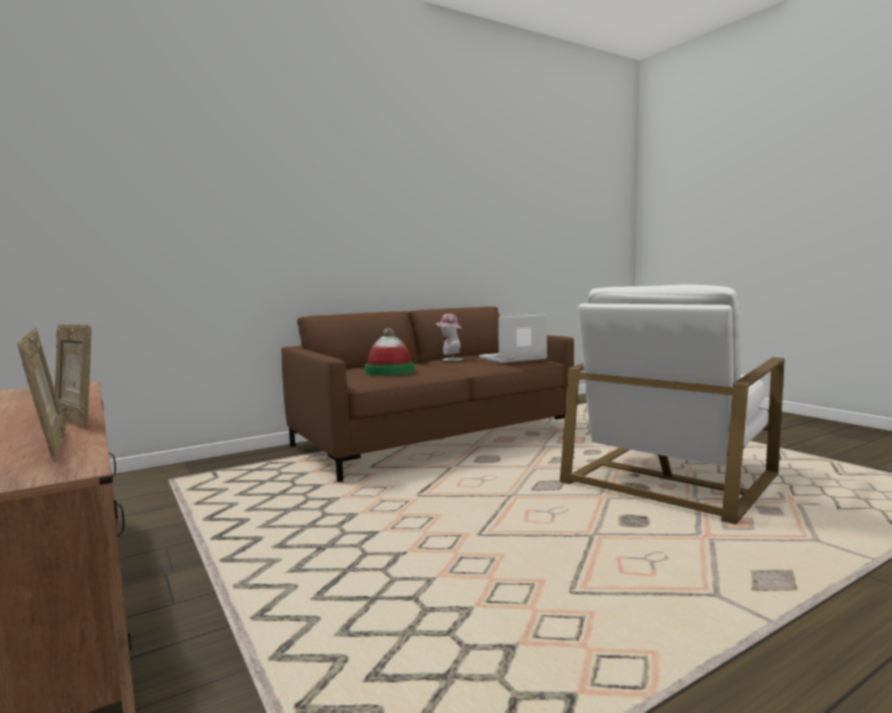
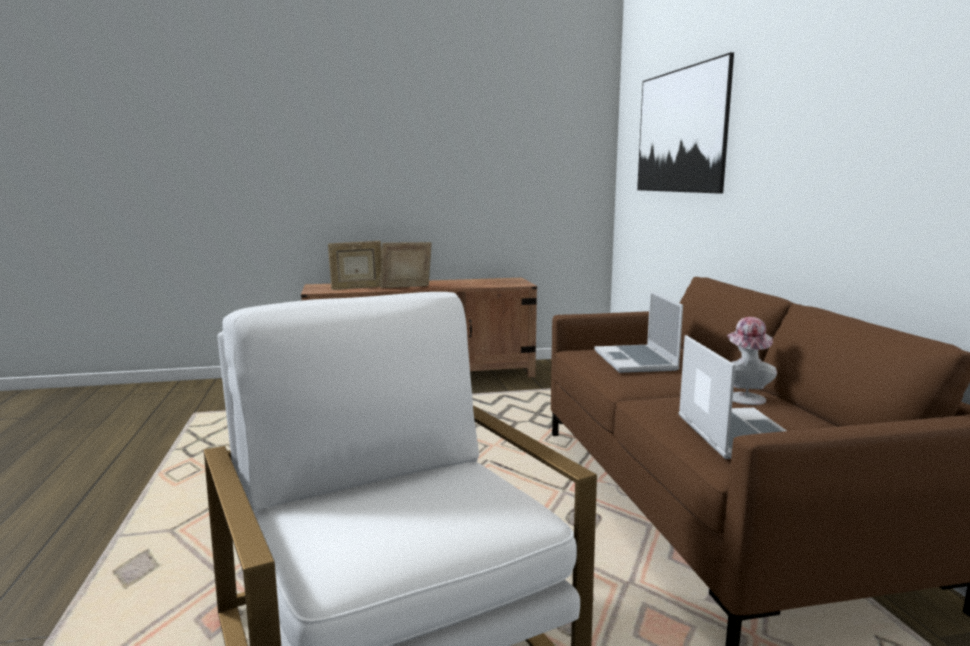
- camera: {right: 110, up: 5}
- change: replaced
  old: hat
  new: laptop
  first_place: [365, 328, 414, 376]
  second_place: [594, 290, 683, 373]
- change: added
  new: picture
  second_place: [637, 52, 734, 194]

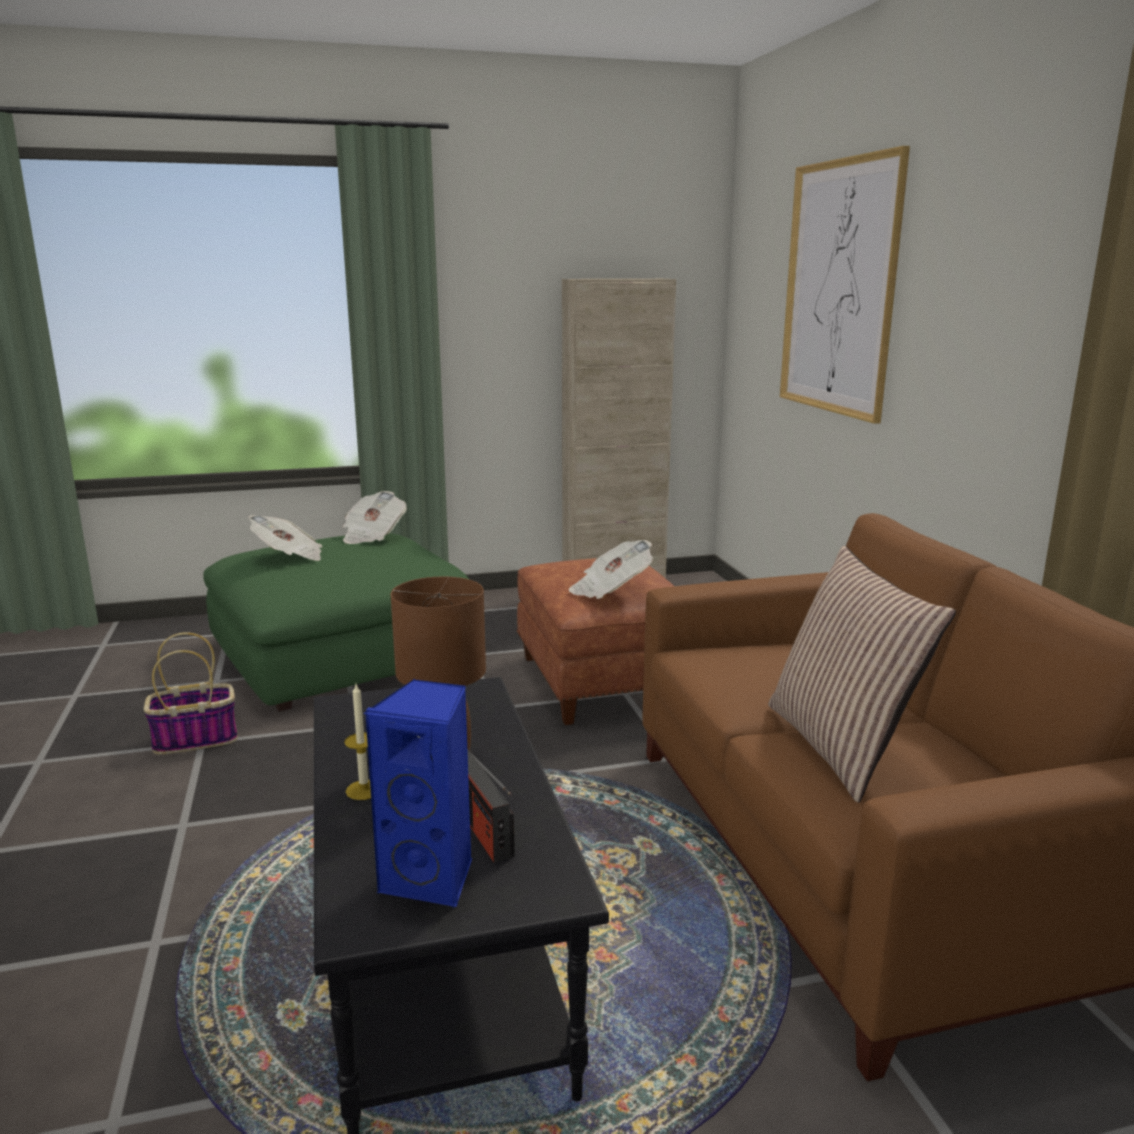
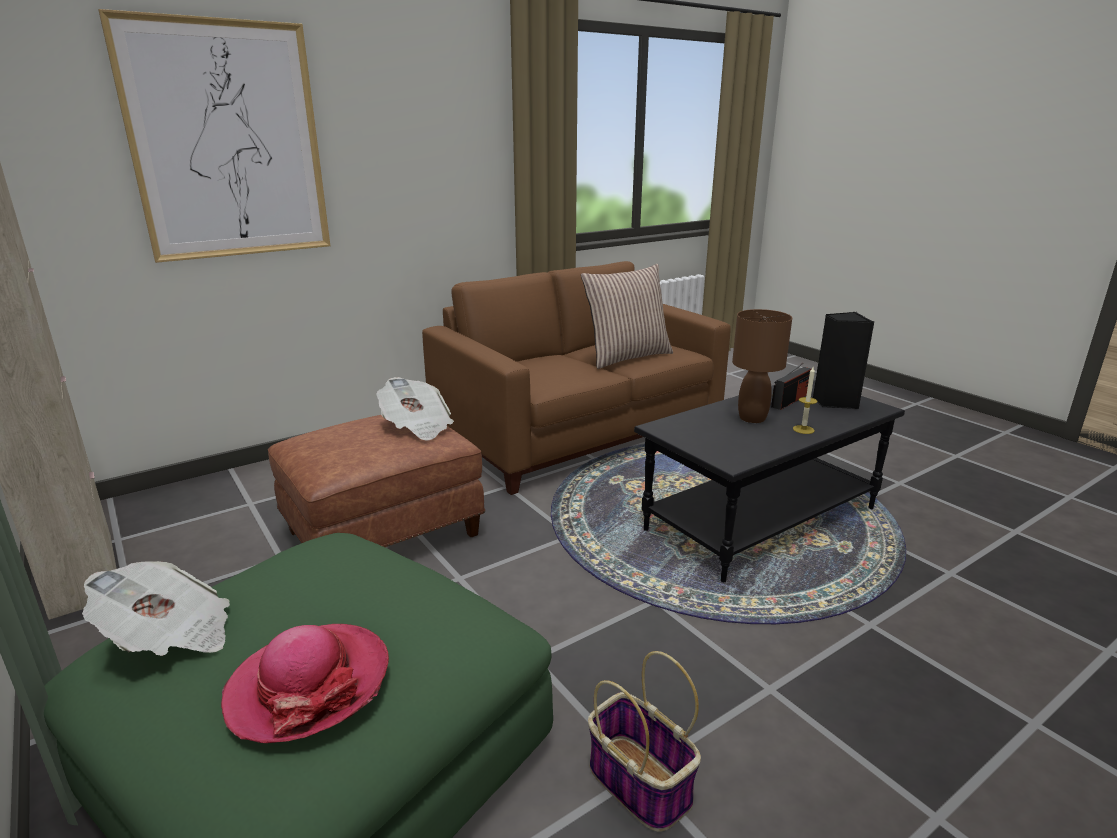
- camera: {right: -110, up: 5}
- change: replaced
  old: newspaper
  new: hat
  first_place: [249, 515, 322, 561]
  second_place: [221, 624, 389, 743]
- change: recoloured
  old: speaker in blue
  new: speaker in black
  first_place: [363, 679, 472, 909]
  second_place: [813, 312, 874, 409]

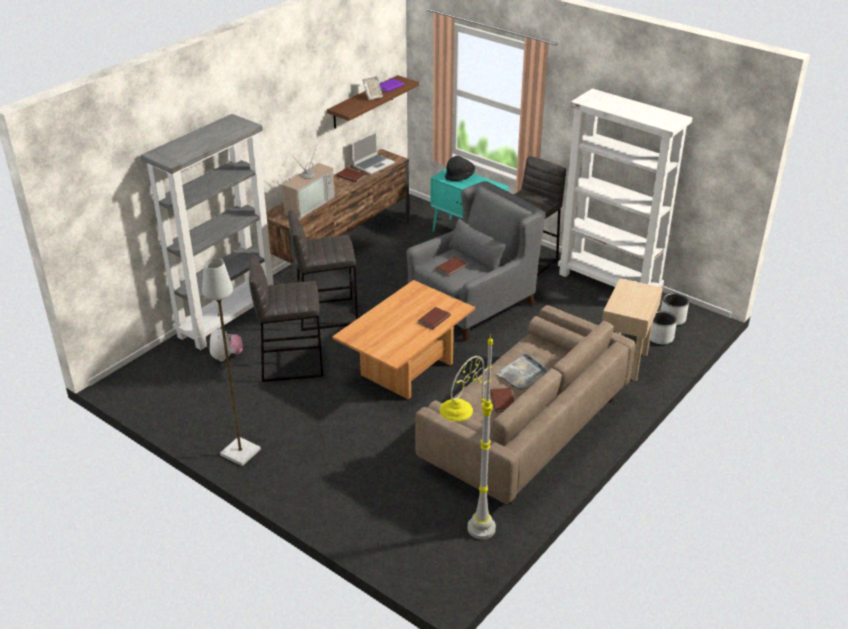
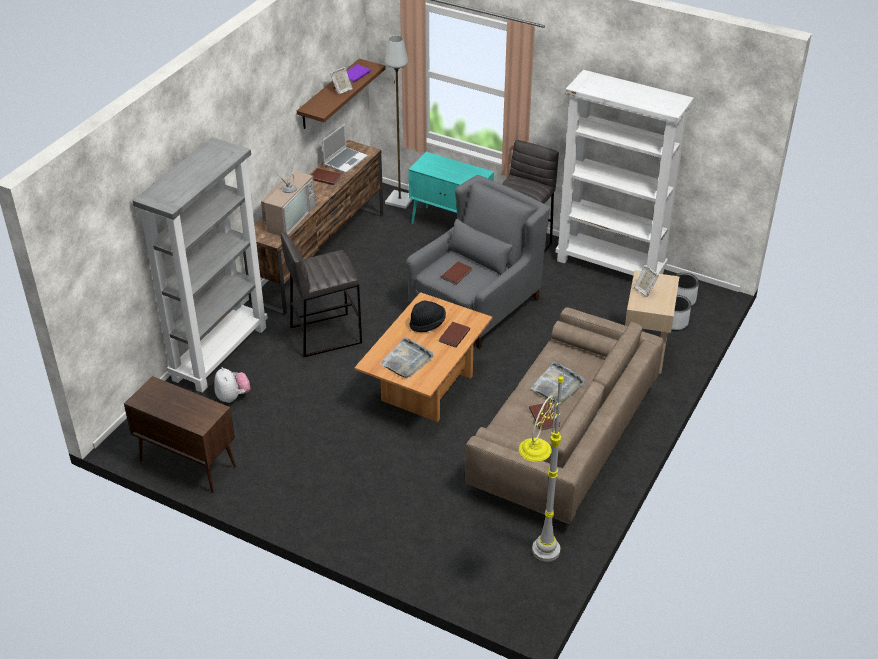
- camera: {right: -10, up: 5}
- change: moved
  old: hat in black
  first_place: [445, 156, 475, 181]
  second_place: [410, 301, 446, 332]
- change: removed
  old: stool in grey
  first_place: [249, 254, 323, 382]
- change: moved
  old: floor lamp in grey
  first_place: [202, 258, 261, 466]
  second_place: [385, 35, 413, 209]
- change: added
  new: picture frame
  second_place: [634, 265, 659, 297]
- change: added
  new: tray in grey
  second_place: [380, 337, 434, 378]
- change: added
  new: cabinet in brown
  second_place: [124, 376, 236, 493]

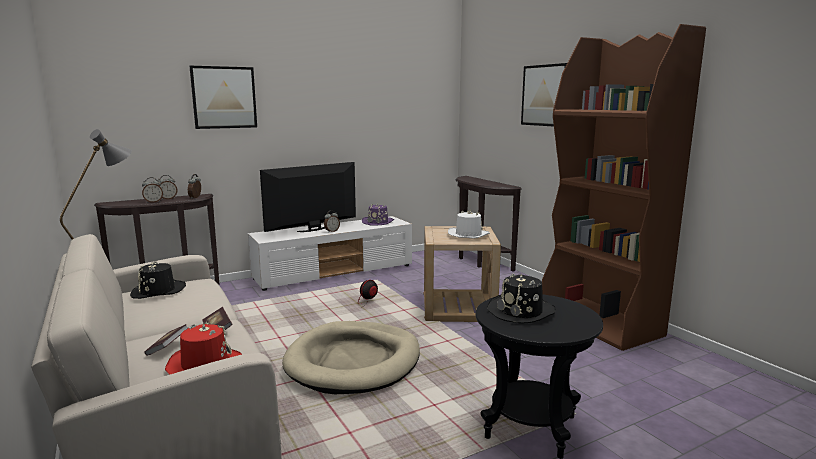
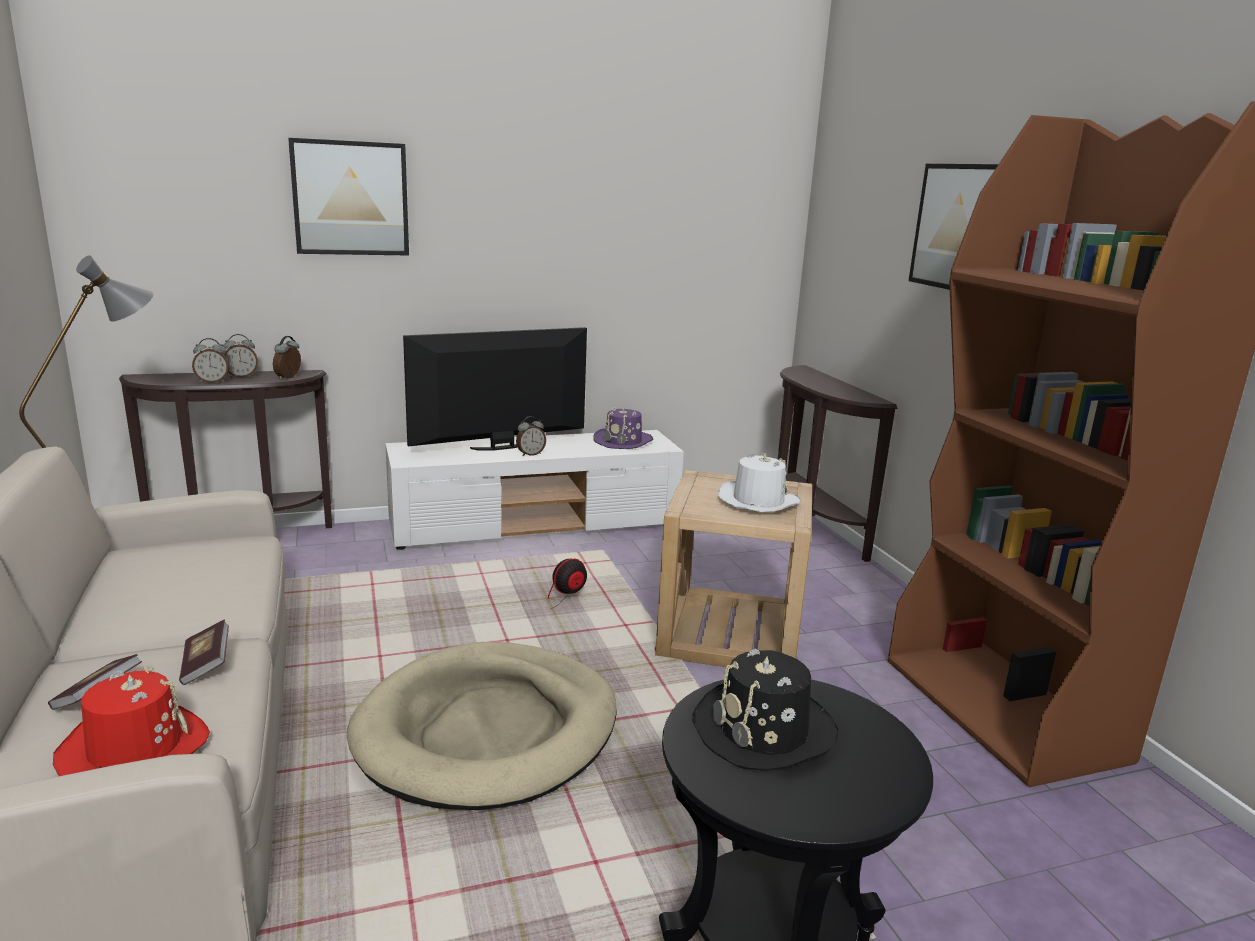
- camera: {right: 10, up: 5}
- change: removed
  old: hat in black
  first_place: [130, 262, 186, 299]

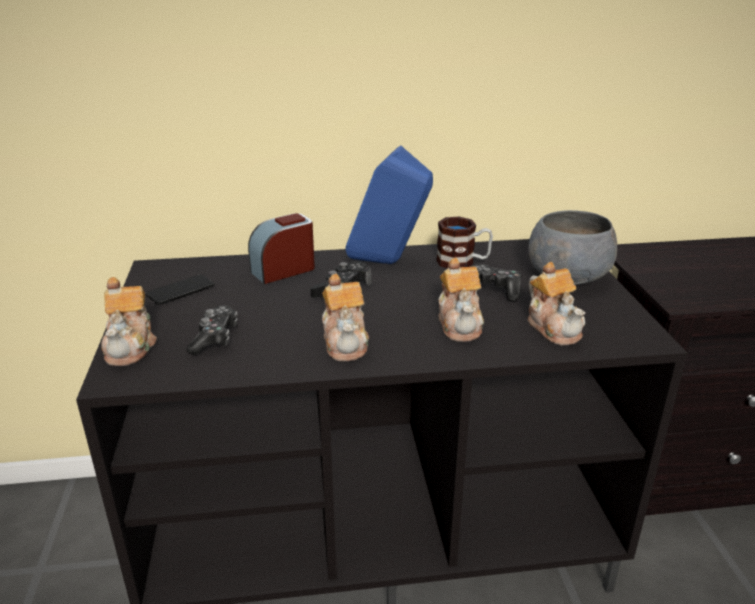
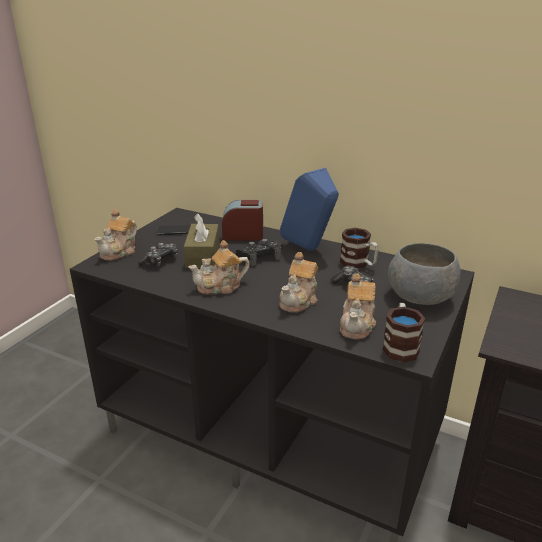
- camera: {right: 35, up: 0}
- change: turned
  old: teapot
  first_place: [322, 274, 369, 361]
  second_place: [188, 240, 250, 295]
  degrees: 45
- change: added
  new: tissue box in brown
  second_place: [184, 213, 219, 268]
- change: added
  new: mug
  second_place: [382, 303, 425, 362]

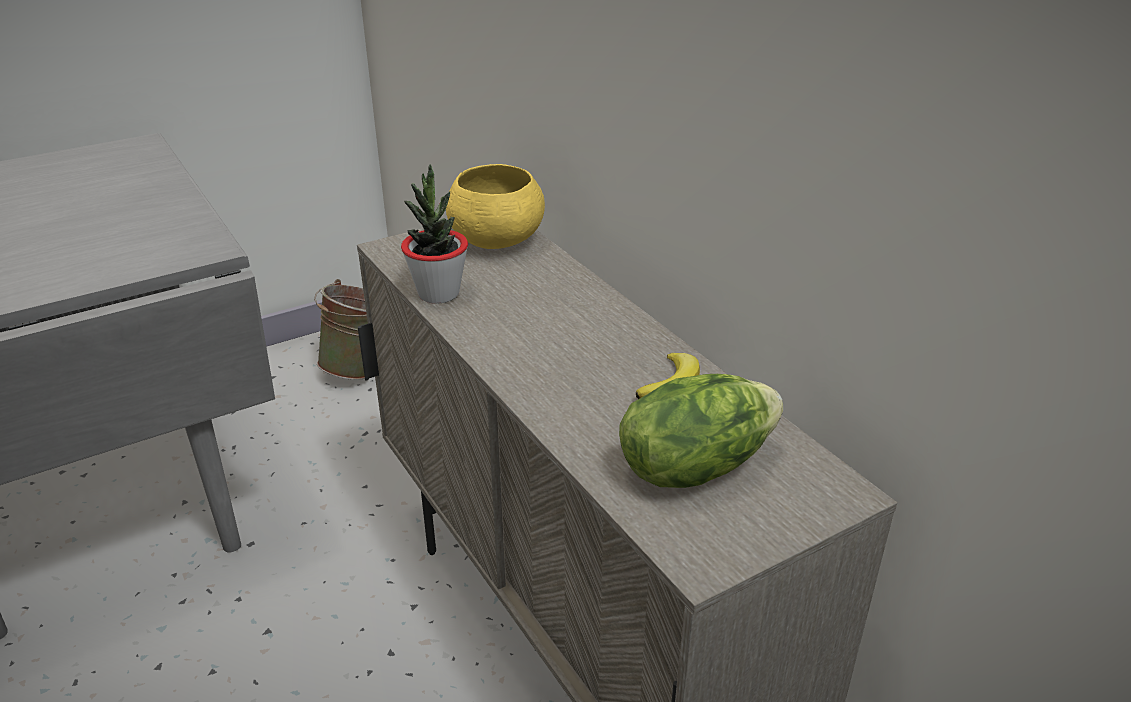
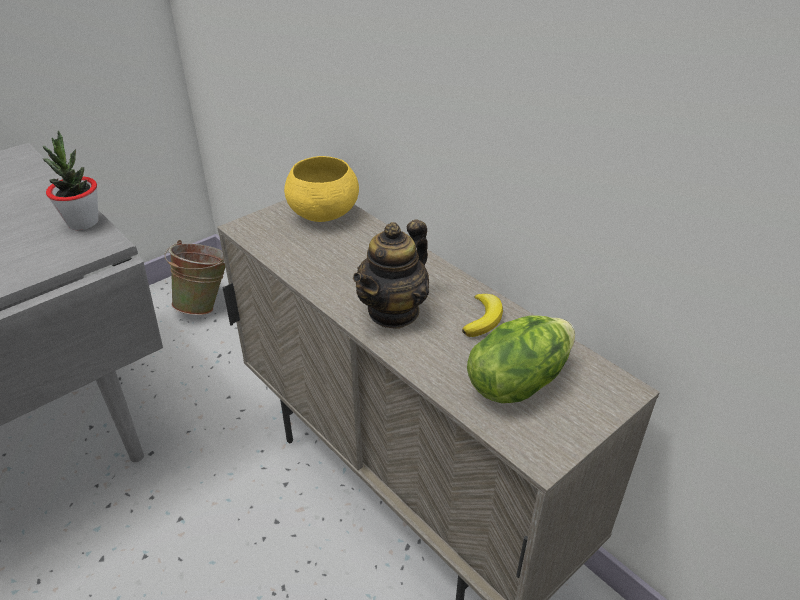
- camera: {right: -10, up: 5}
- change: moved
  old: potted plant
  first_place: [401, 164, 468, 304]
  second_place: [43, 131, 98, 230]
- change: added
  new: teapot
  second_place: [353, 219, 429, 329]

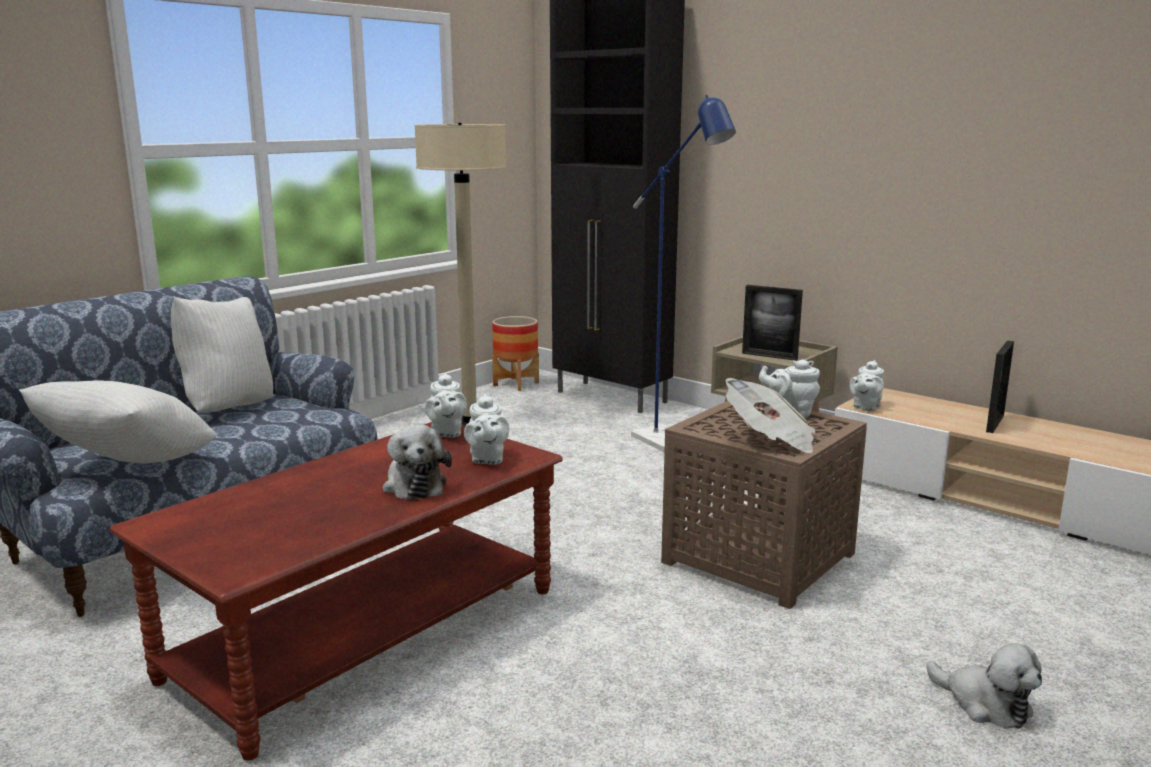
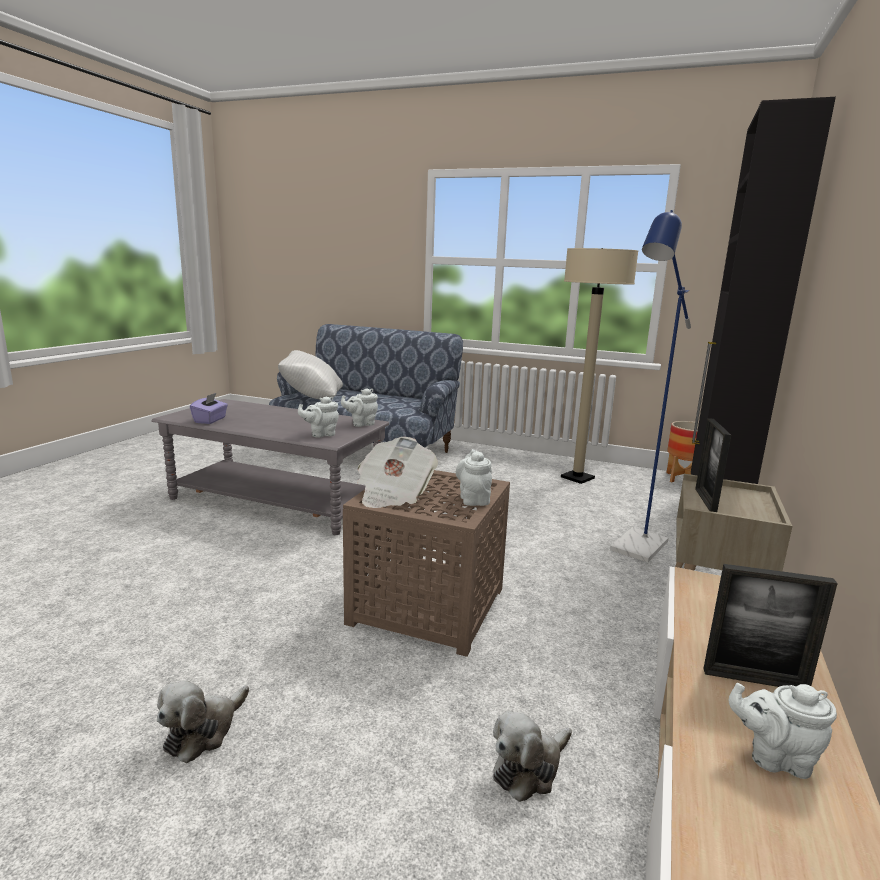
- camera: {right: 70, up: 0}
- change: removed
  old: pillow in white
  first_place: [171, 297, 273, 412]
- change: moved
  old: teapot in white
  first_place: [850, 360, 884, 411]
  second_place: [729, 683, 837, 779]
- change: recoloured
  old: coffee table in brown
  new: coffee table in grey
  first_place: [110, 422, 563, 761]
  second_place: [151, 399, 389, 535]
- change: moved
  old: plush toy
  first_place: [382, 425, 452, 500]
  second_place: [493, 711, 572, 802]
- change: added
  new: tissue box in purple
  second_place: [190, 393, 228, 424]

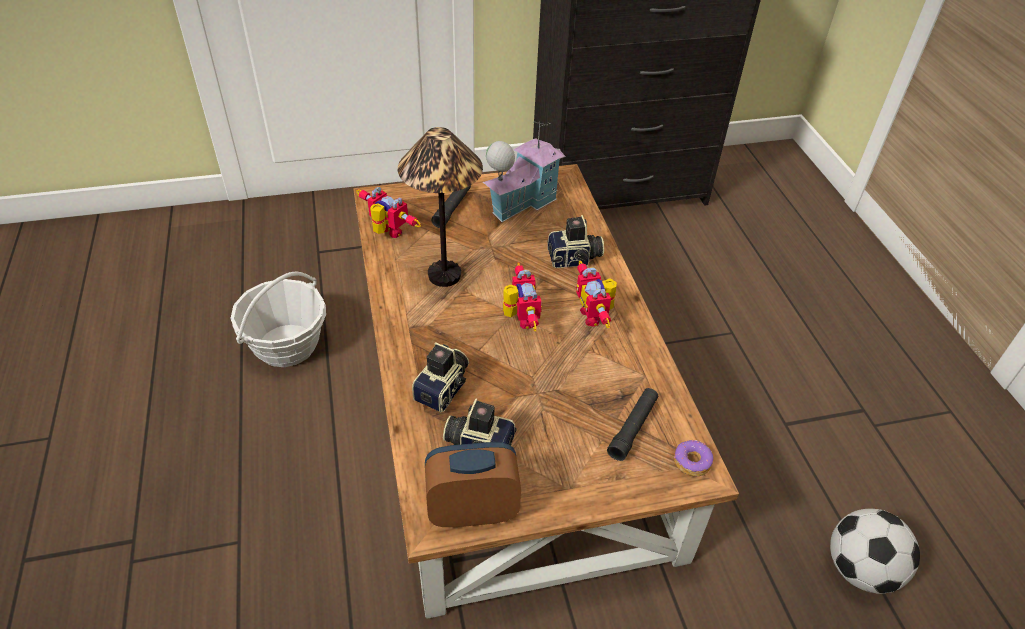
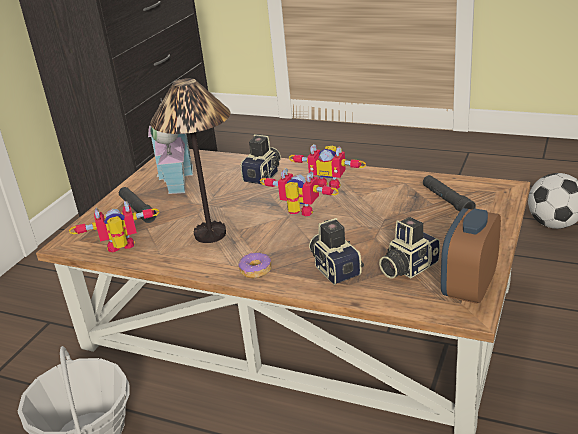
- camera: {right: -50, up: -15}
- change: moved
  old: donut
  first_place: [674, 440, 713, 476]
  second_place: [238, 252, 272, 278]

